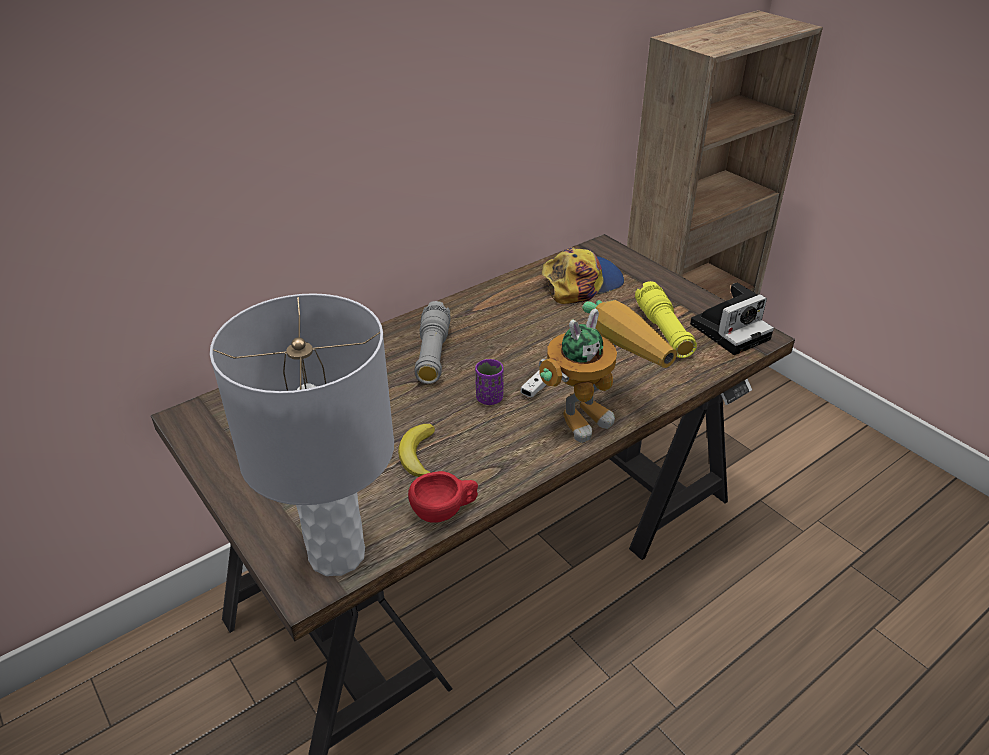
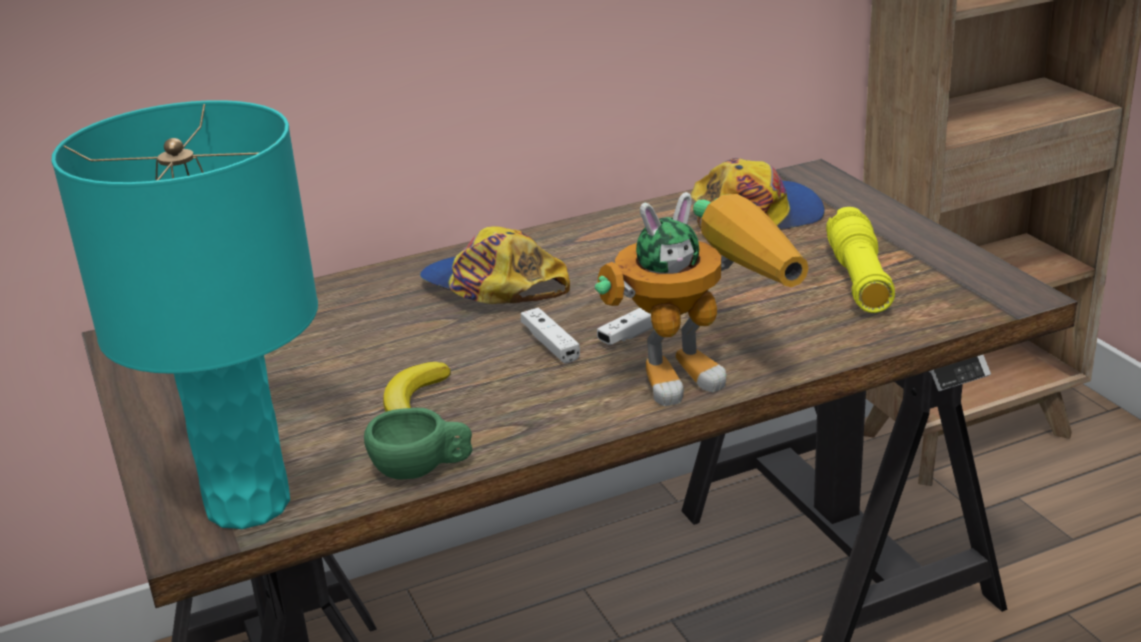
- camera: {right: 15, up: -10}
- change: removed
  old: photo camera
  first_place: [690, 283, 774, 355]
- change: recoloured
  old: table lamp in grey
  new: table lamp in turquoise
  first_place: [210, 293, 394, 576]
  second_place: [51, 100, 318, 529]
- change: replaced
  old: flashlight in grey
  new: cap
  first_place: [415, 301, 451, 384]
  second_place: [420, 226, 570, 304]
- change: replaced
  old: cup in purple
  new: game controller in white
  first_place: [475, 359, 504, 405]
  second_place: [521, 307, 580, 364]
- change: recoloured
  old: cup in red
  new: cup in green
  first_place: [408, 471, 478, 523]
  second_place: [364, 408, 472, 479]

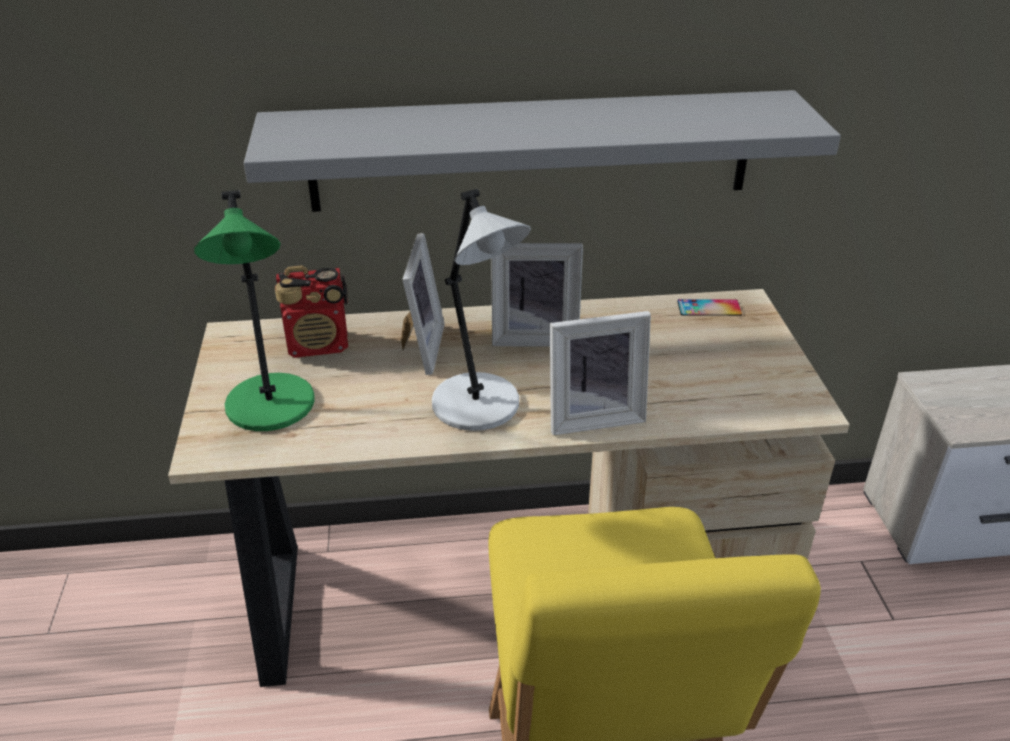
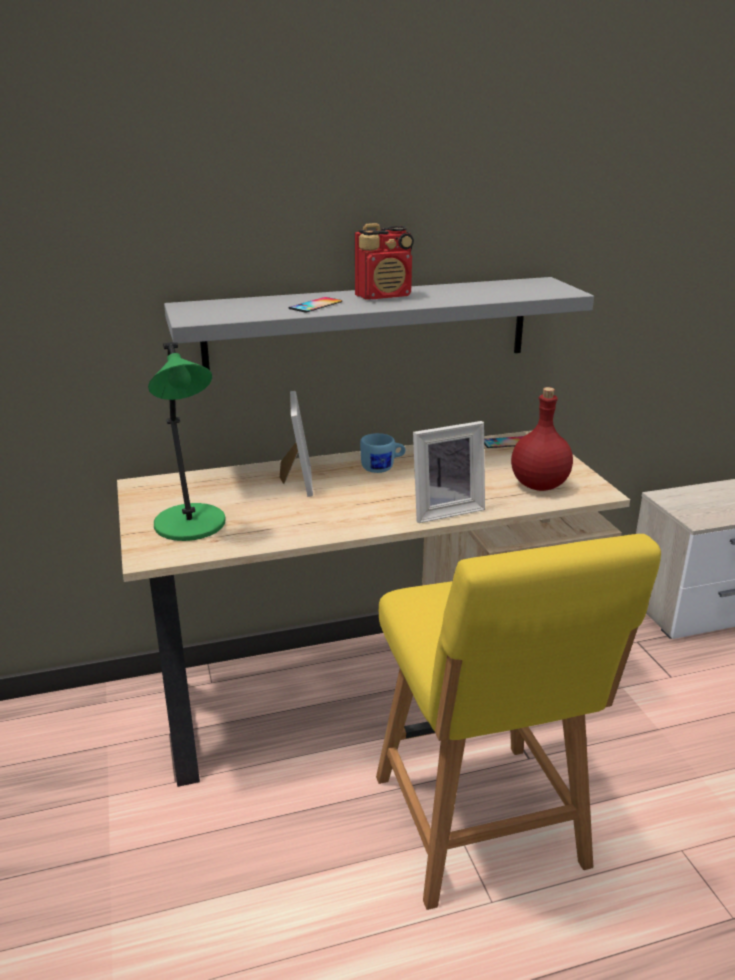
- camera: {right: -10, up: -10}
- change: removed
  old: table lamp in grey
  first_place: [432, 189, 531, 431]
- change: replaced
  old: picture frame
  new: mug in blue
  first_place: [491, 243, 583, 347]
  second_place: [360, 433, 405, 473]
- change: moved
  old: radio
  first_place: [275, 265, 348, 358]
  second_place: [355, 223, 414, 300]
- change: added
  new: phone
  second_place: [289, 297, 342, 313]
- change: added
  new: bottle in red
  second_place: [511, 387, 573, 491]

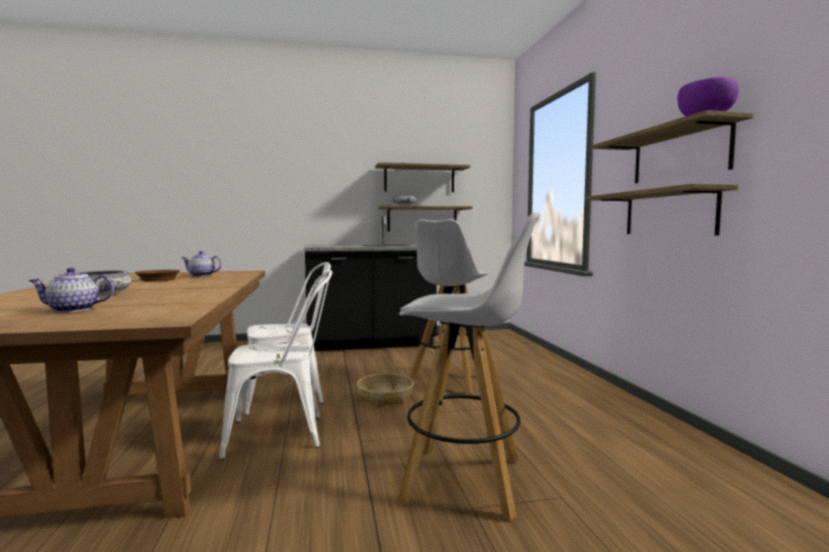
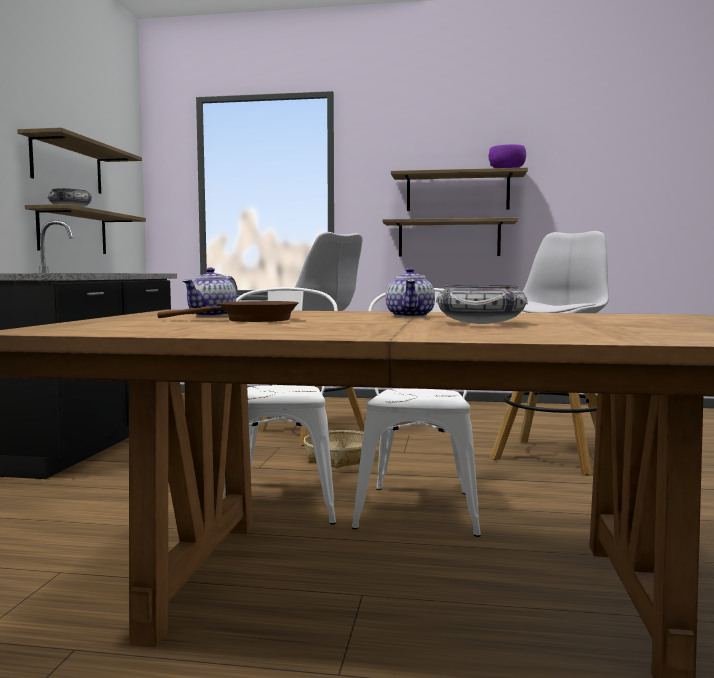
- camera: {right: -70, up: 0}
- change: moved
  old: teapot
  first_place: [28, 268, 114, 313]
  second_place: [386, 268, 435, 317]

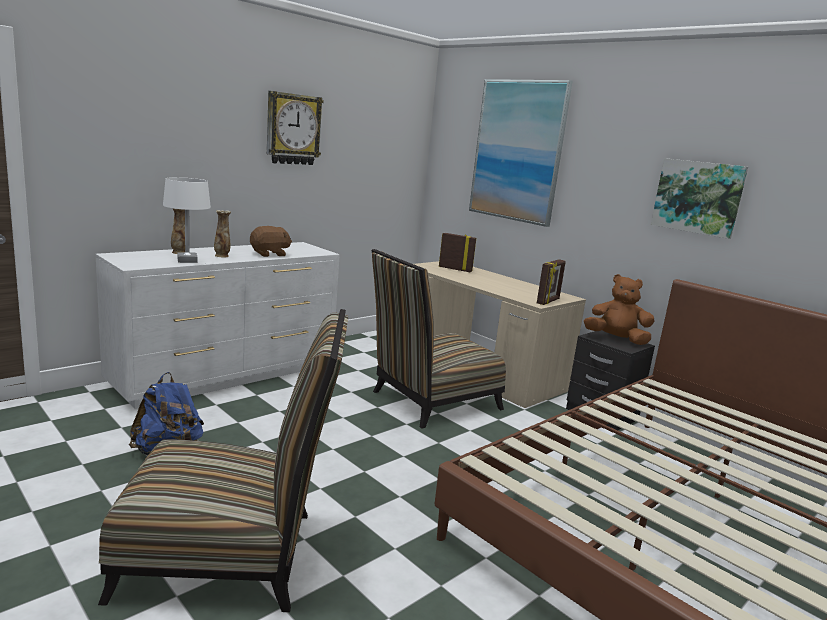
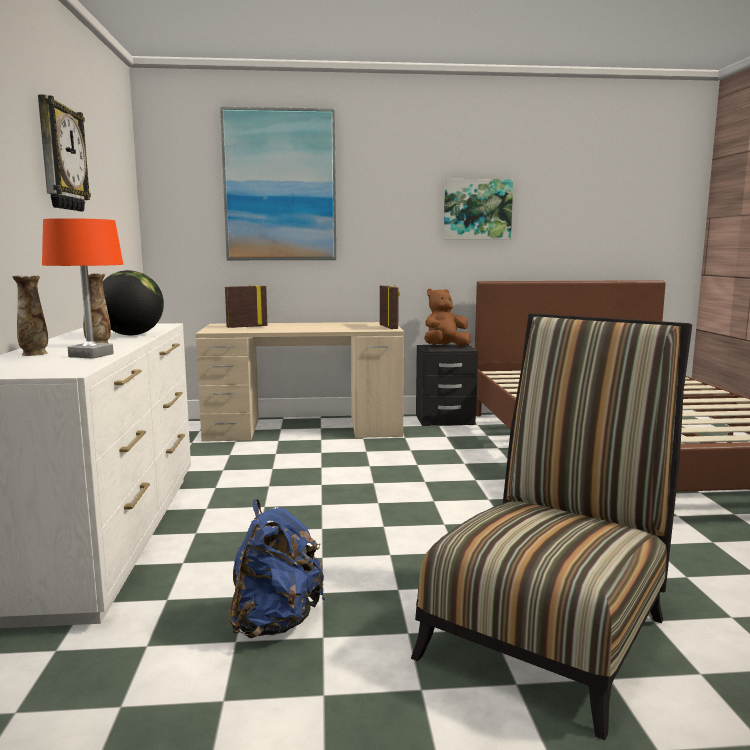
- camera: {right: -50, up: -5}
- change: recoloured
  old: table lamp in white
  new: table lamp in orange
  first_place: [163, 177, 211, 263]
  second_place: [42, 218, 123, 359]
- change: replaced
  old: plush toy in brown
  new: globe
  first_place: [250, 226, 292, 257]
  second_place: [103, 270, 164, 335]
- change: removed
  old: chair
  first_place: [372, 249, 506, 429]

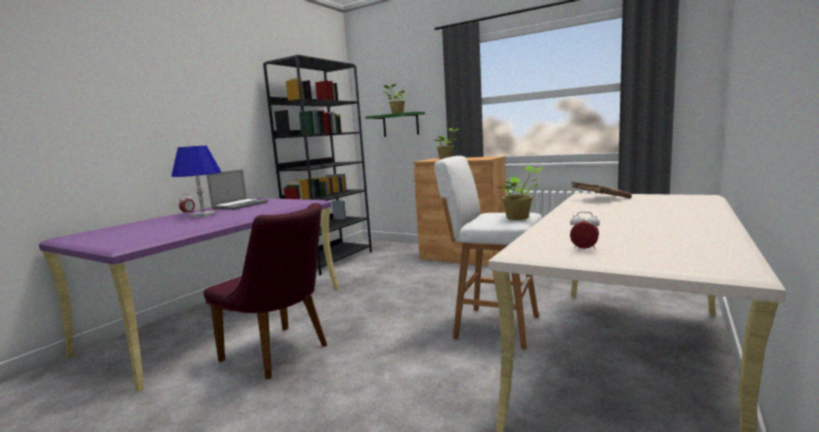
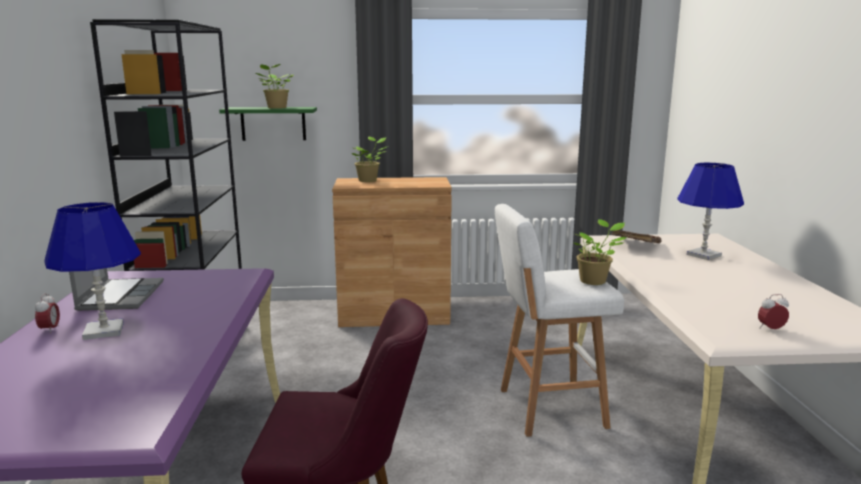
- camera: {right: -35, up: 5}
- change: added
  new: table lamp in blue
  second_place: [677, 163, 744, 260]

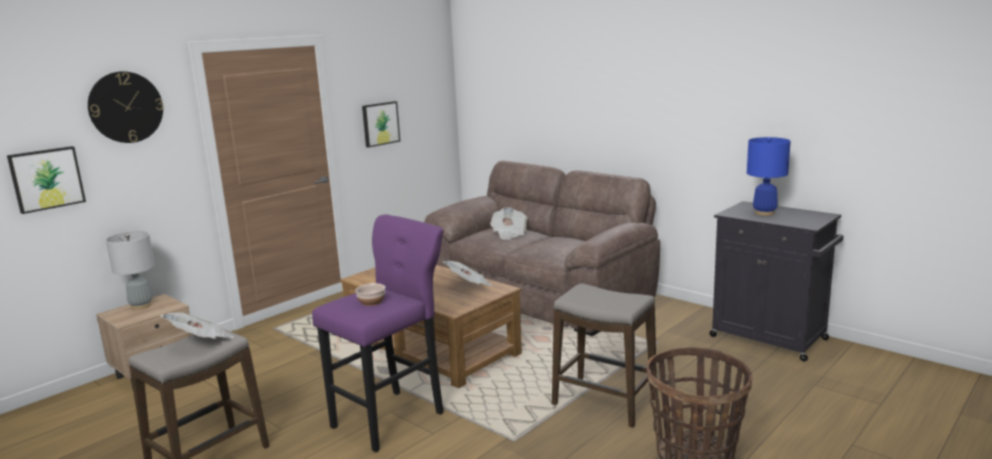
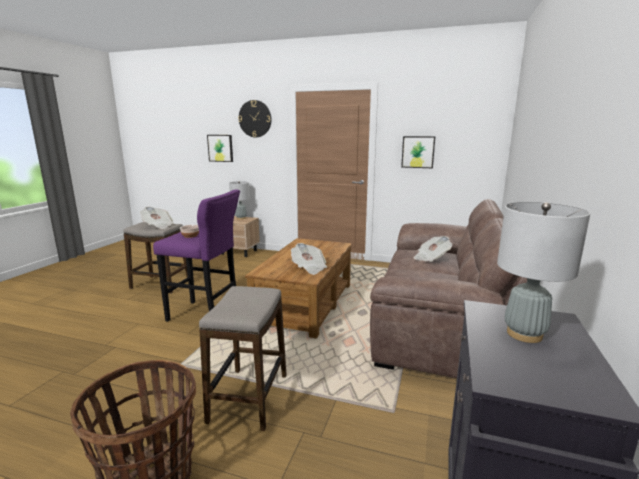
- camera: {right: 65, up: 0}
- change: recoloured
  old: table lamp in blue
  new: table lamp in grey
  first_place: [747, 137, 791, 216]
  second_place: [497, 202, 590, 343]

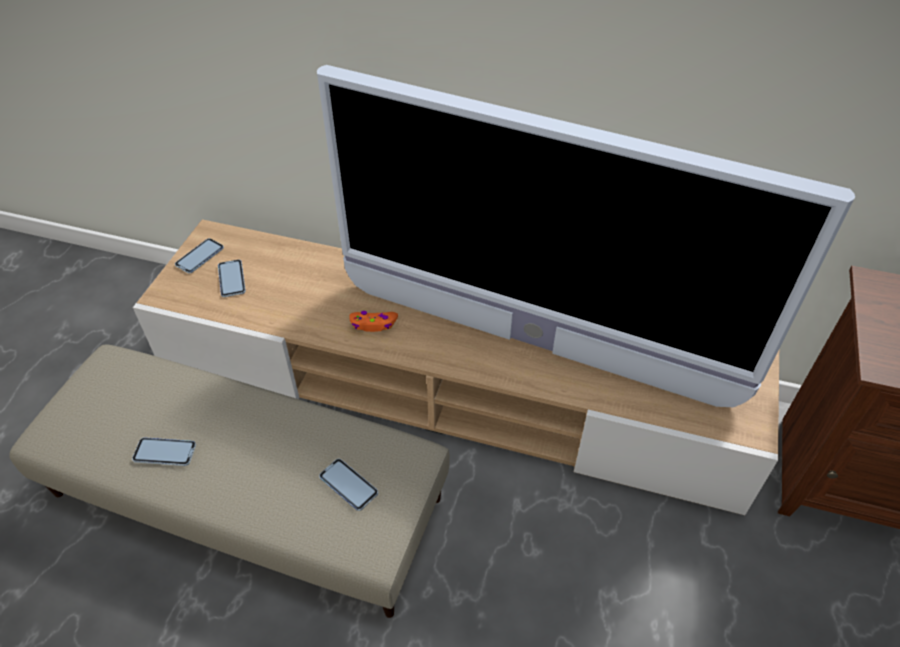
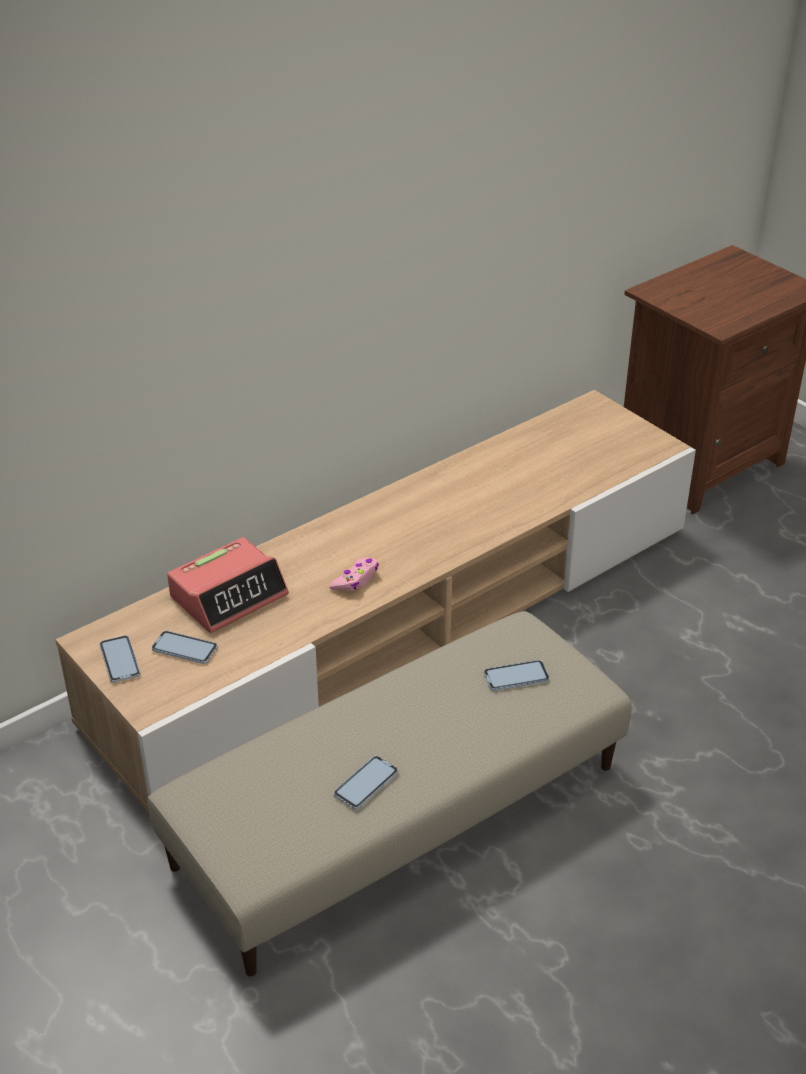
- camera: {right: -55, up: -10}
- change: removed
  old: television
  first_place: [317, 65, 855, 407]
- change: recoloured
  old: game controller in orange
  new: game controller in pink
  first_place: [349, 311, 398, 332]
  second_place: [329, 558, 379, 591]
- change: added
  new: alarm clock
  second_place: [167, 537, 289, 633]

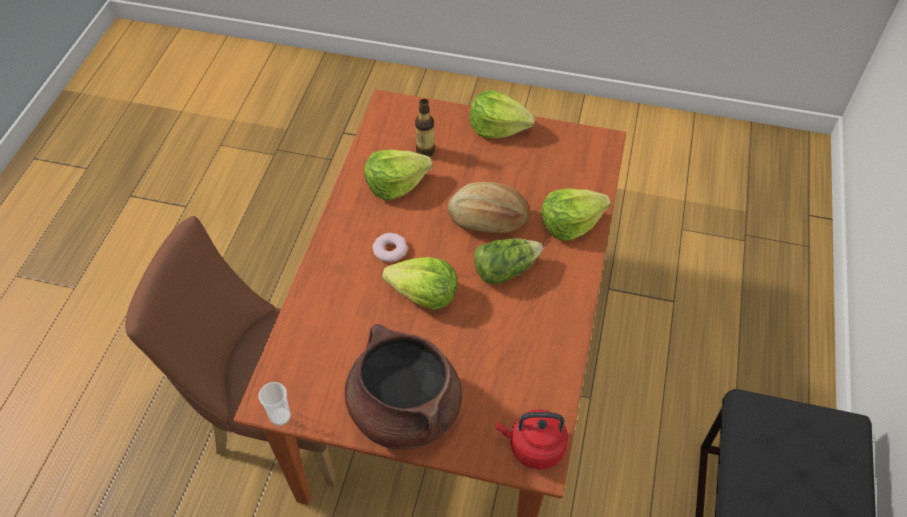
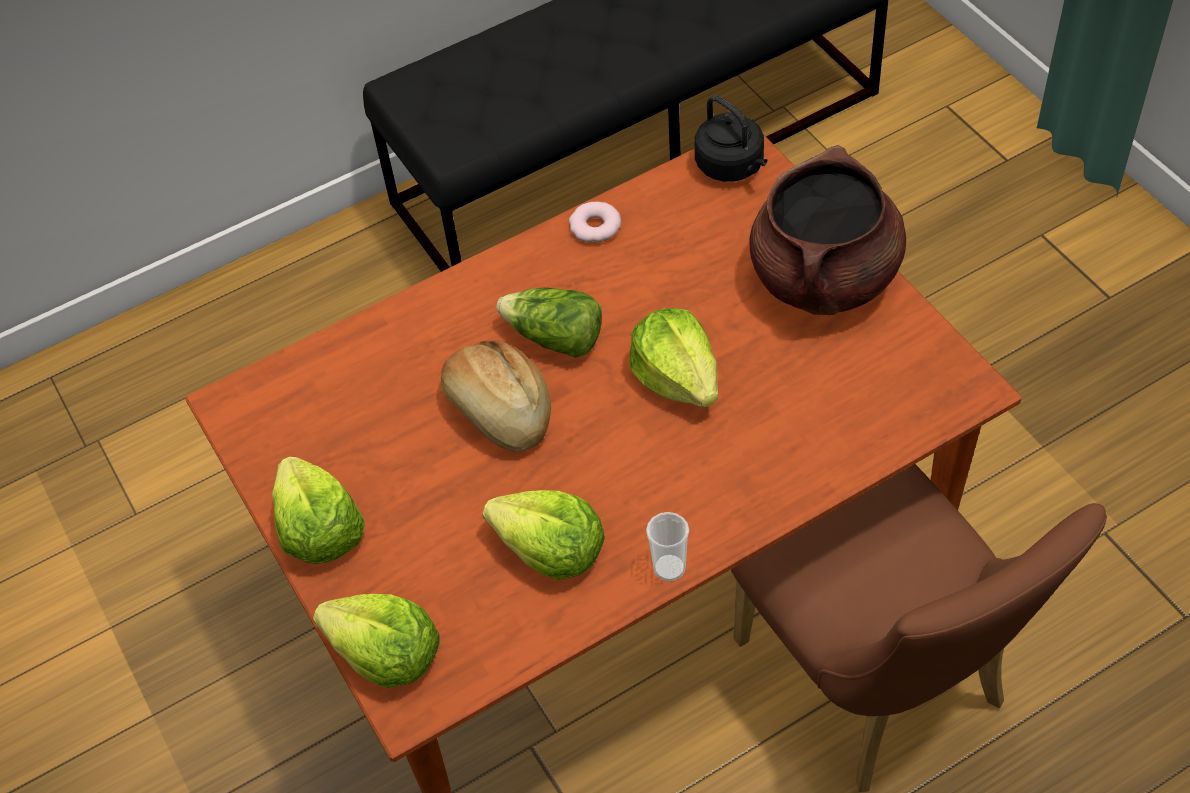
- camera: {right: -130, up: 0}
- change: removed
  old: bottle
  first_place: [415, 99, 435, 157]
- change: moved
  old: lettuce
  first_place: [541, 188, 611, 241]
  second_place: [313, 594, 440, 688]
- change: moved
  old: donut
  first_place: [372, 233, 408, 262]
  second_place: [569, 202, 621, 243]
- change: moved
  old: cup
  first_place: [258, 382, 291, 426]
  second_place: [646, 512, 689, 581]
- change: recoloured
  old: kettle in red
  new: kettle in black
  first_place: [496, 409, 568, 469]
  second_place: [695, 95, 767, 182]

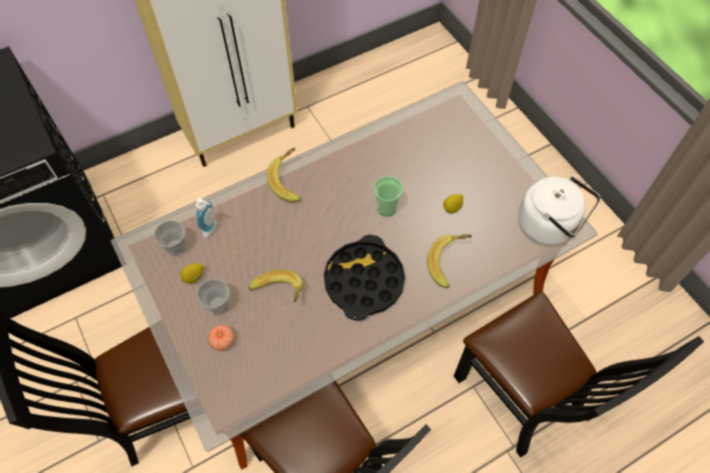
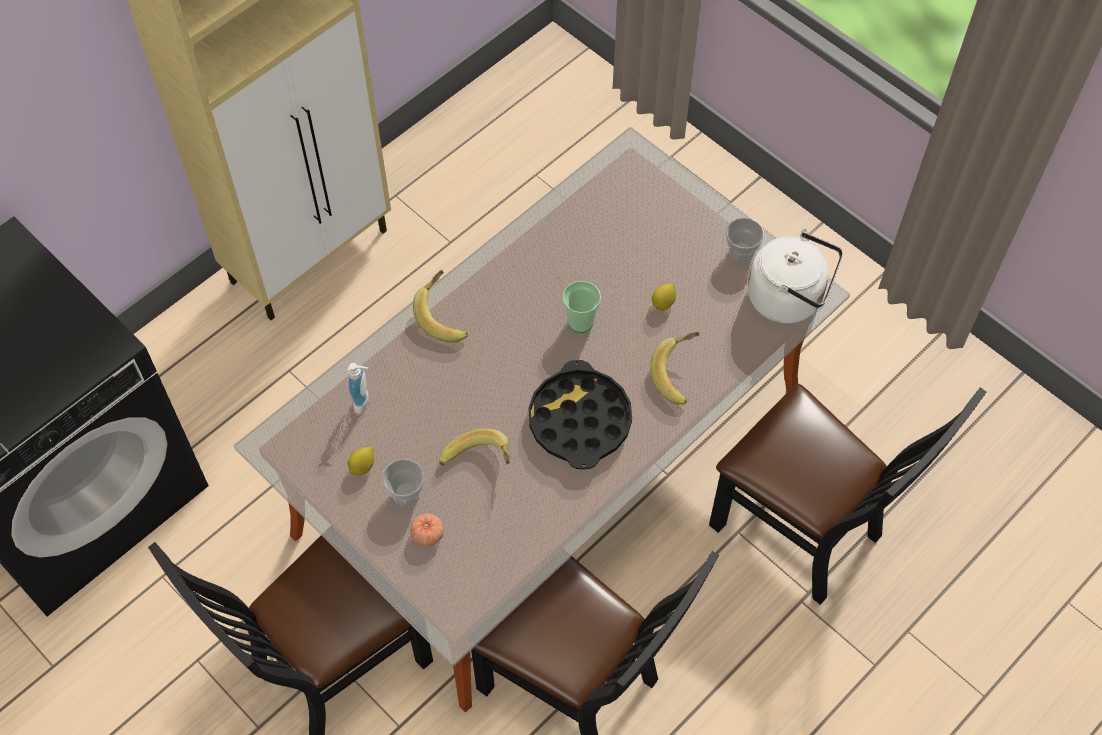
- camera: {right: -15, up: 0}
- change: moved
  old: cup
  first_place: [154, 220, 186, 256]
  second_place: [726, 218, 764, 263]

